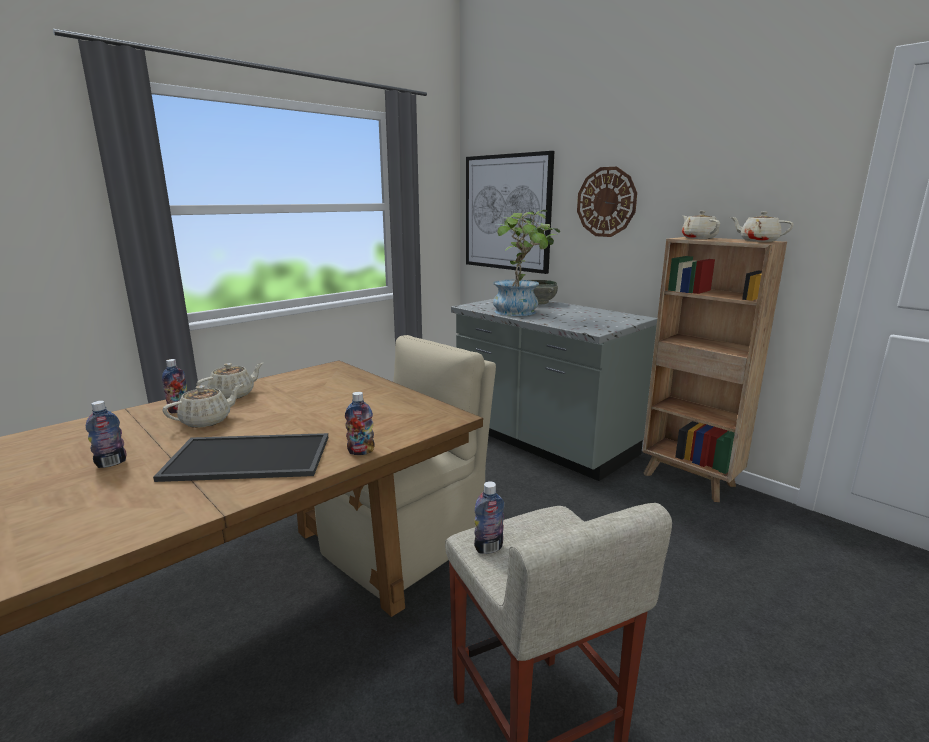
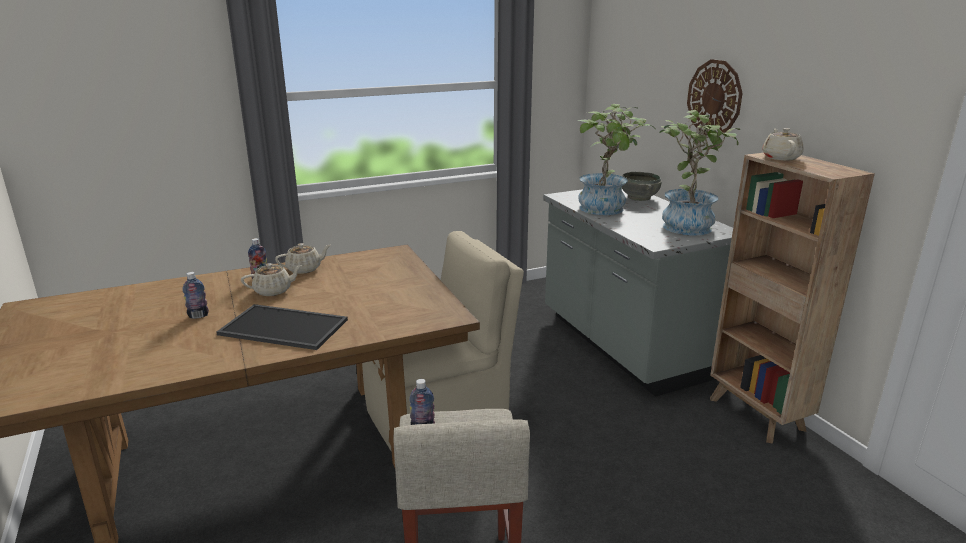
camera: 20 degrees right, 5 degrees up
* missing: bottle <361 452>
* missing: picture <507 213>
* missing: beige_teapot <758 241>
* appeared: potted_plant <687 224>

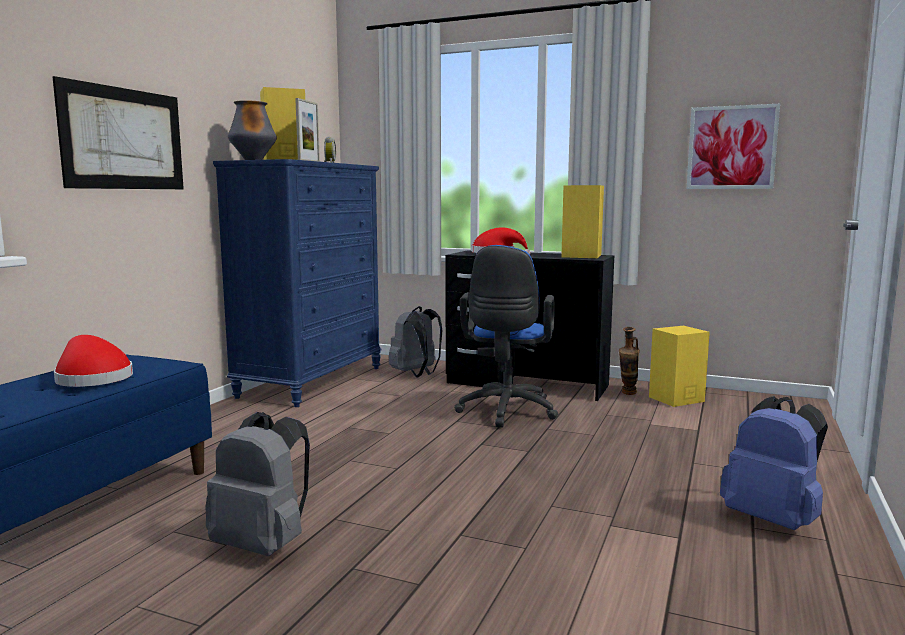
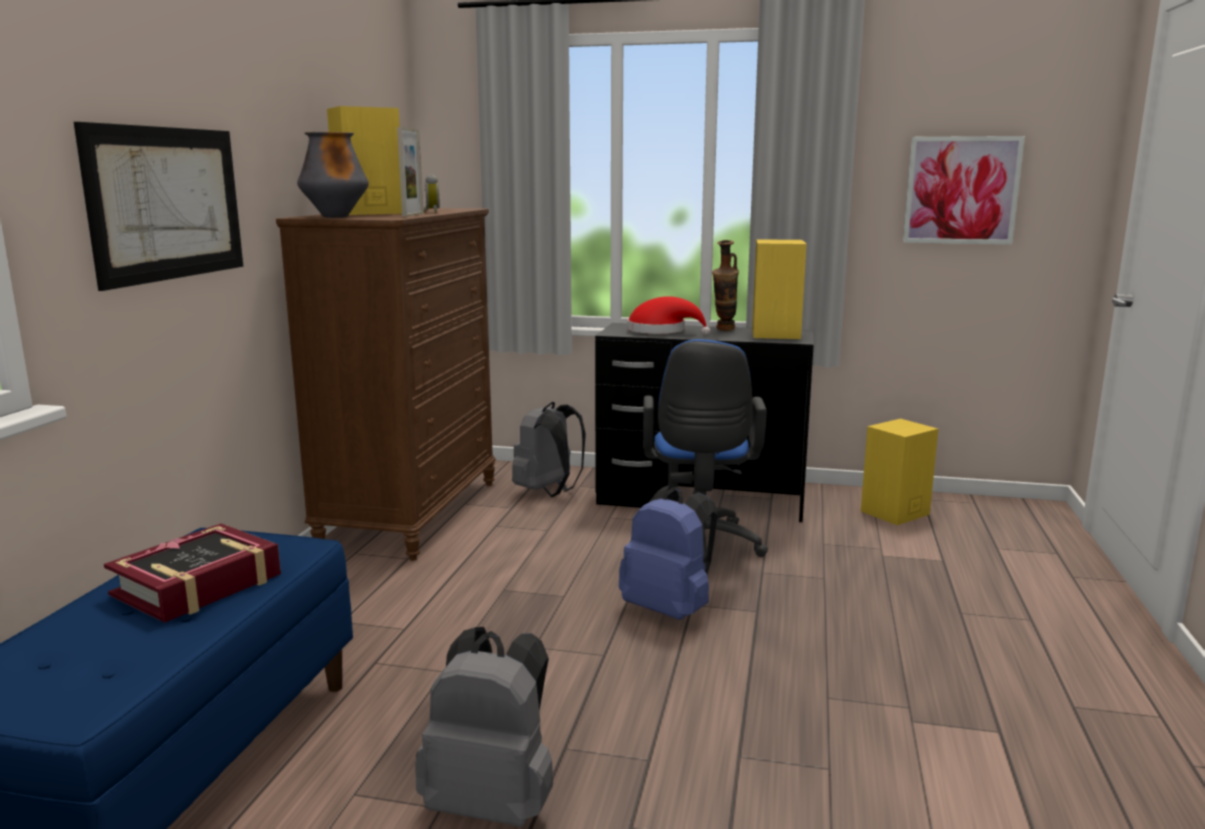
camera: 10 degrees left, 5 degrees up
* exchanged: red_hat <92 378> to book <198 585>
* colour: blue_dresser <311 381> to brown_dresser <411 514>
* relocated: vase <627 394> to <724 330>
* relocated: blue_backpack <772 520> to <670 609>

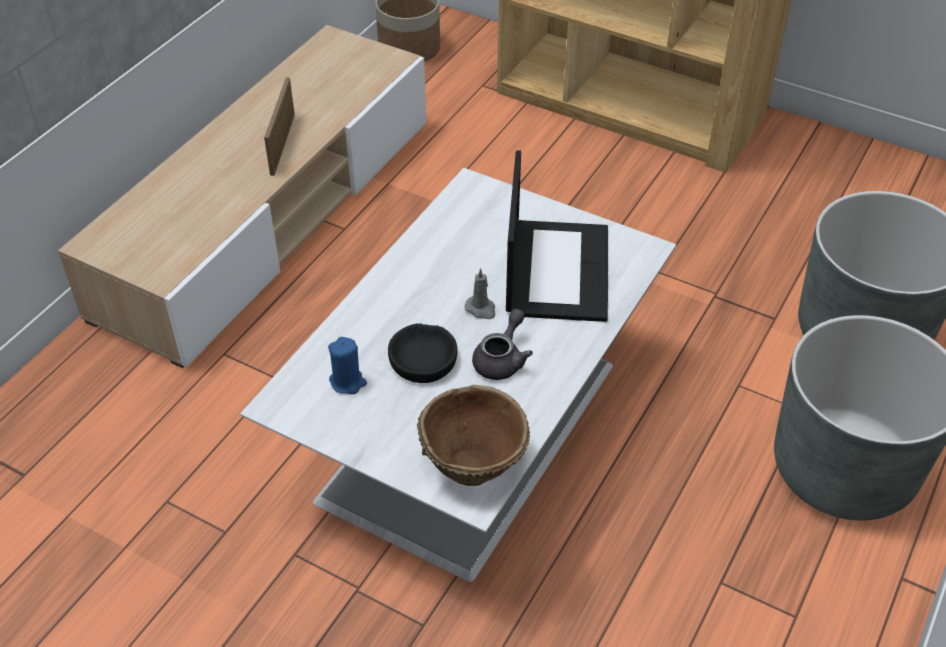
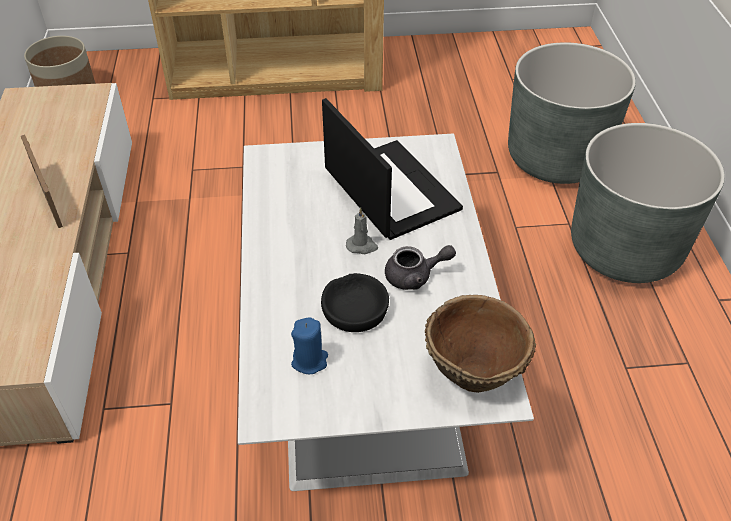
camera: 35 degrees left, 0 degrees up
* spun: grey_teapot <502 359> = <415 276> 90 degrees clockwise

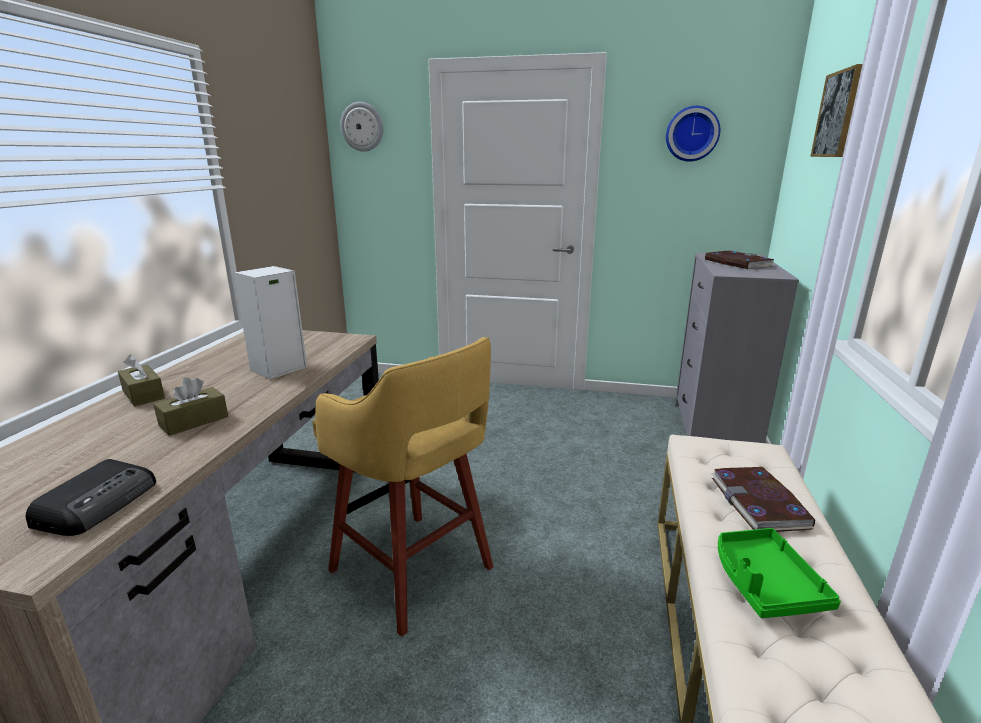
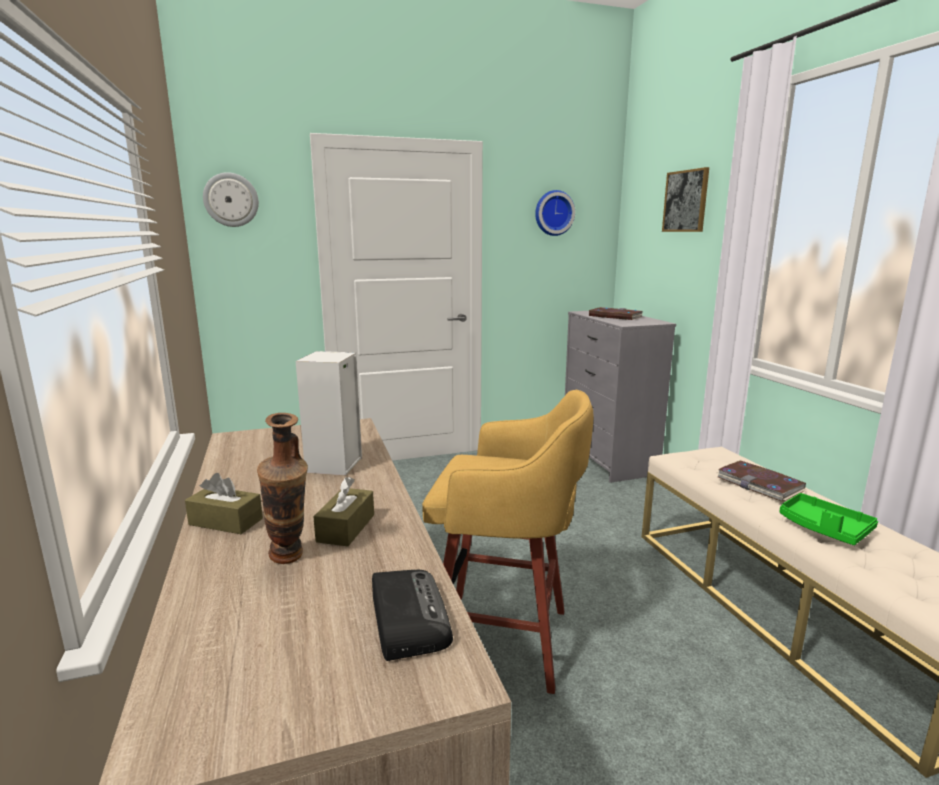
camera: 30 degrees left, 5 degrees down
* appeared: vase <290 561>

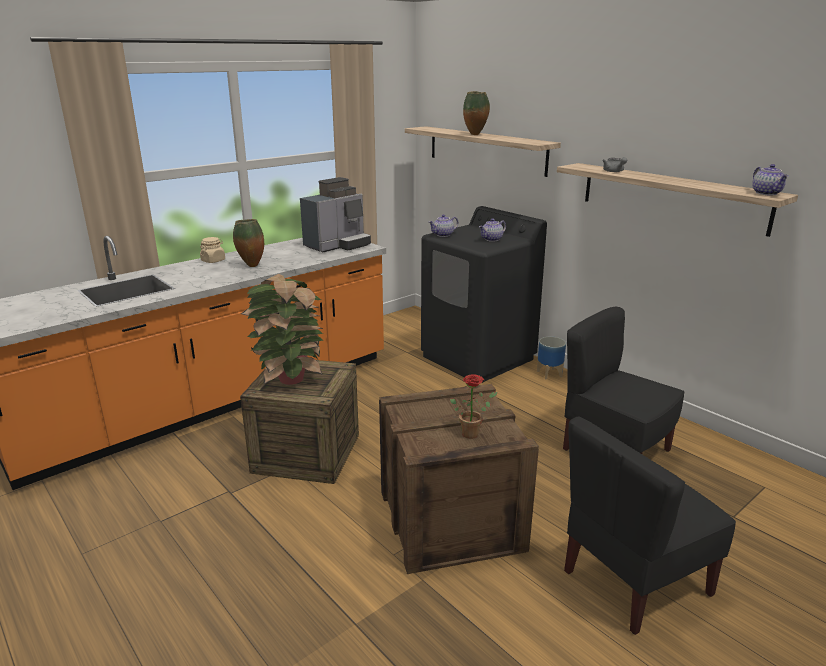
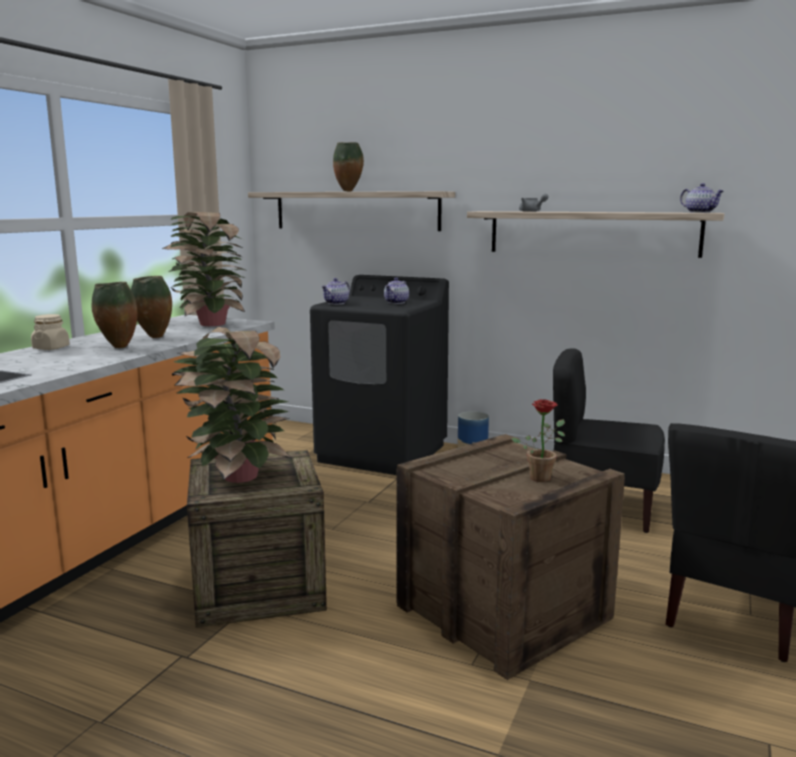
camera: 25 degrees left, 10 degrees down
* exchanged: coffee_machine <338 245> to potted_plant <210 324>
* appeared: vase <154 337>

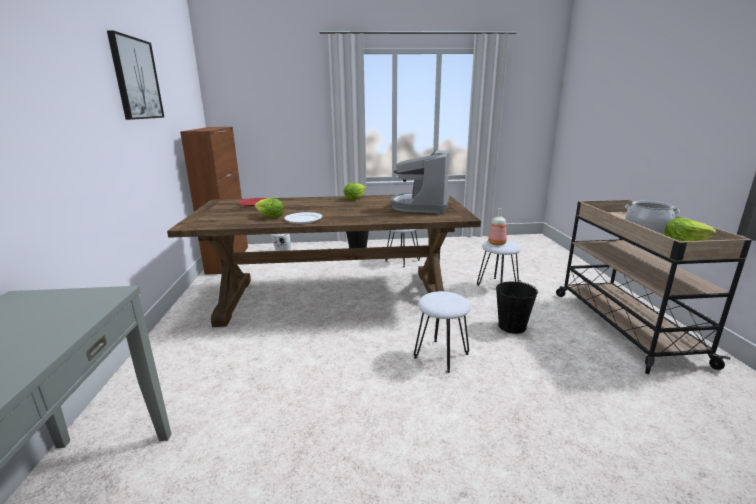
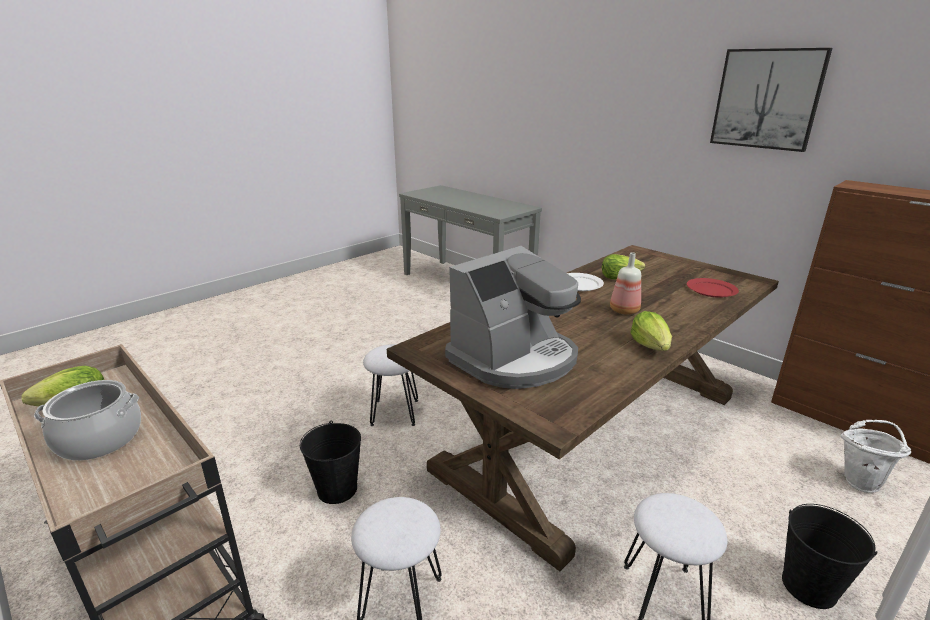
camera: 140 degrees right, 5 degrees up
* spun: coffee_machine <421 206> = <515 359> 75 degrees clockwise
* relocated: bottle <497 243> to <623 311>

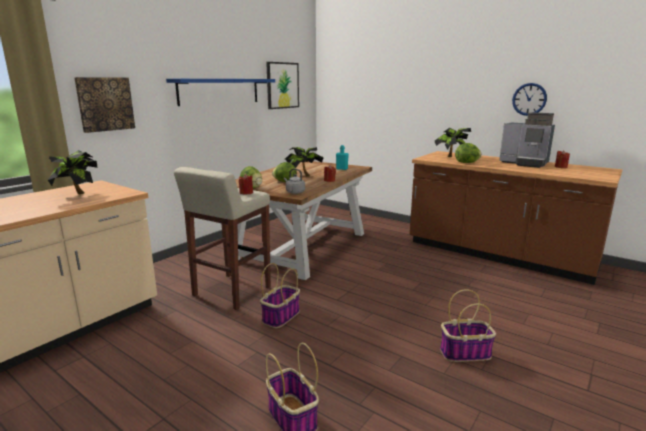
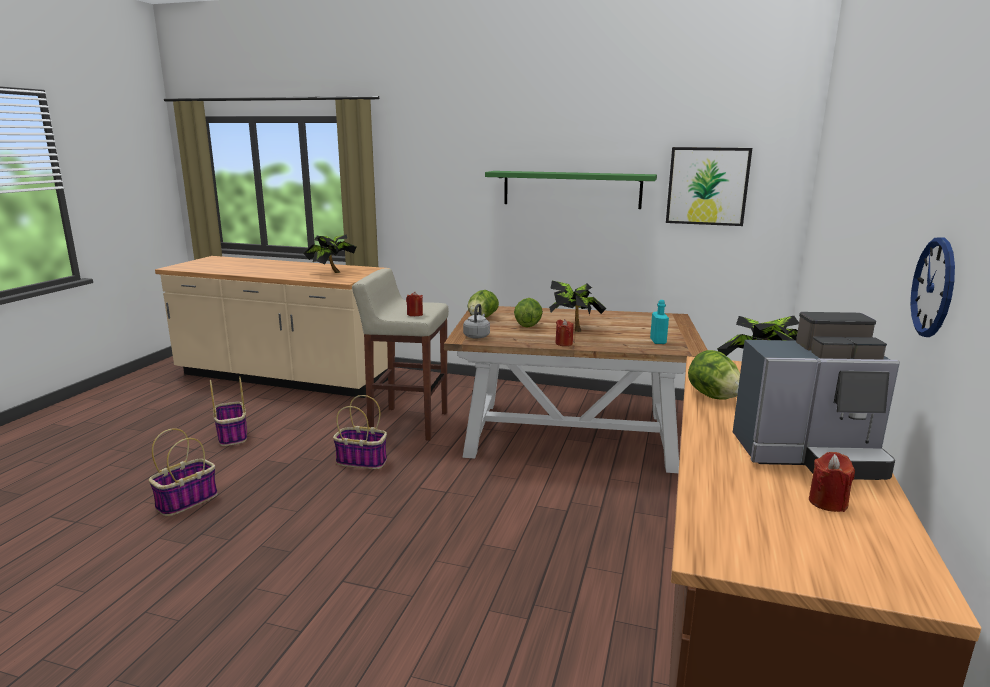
camera: 70 degrees right, 0 degrees up
* missing: picture <105 104>
* colour: blue_shelf <219 91> to green_shelf <571 189>
* relocated: basket <465 353> to <232 436>
* spun: coffee_machine <525 163> = <809 456> 105 degrees counterclockwise

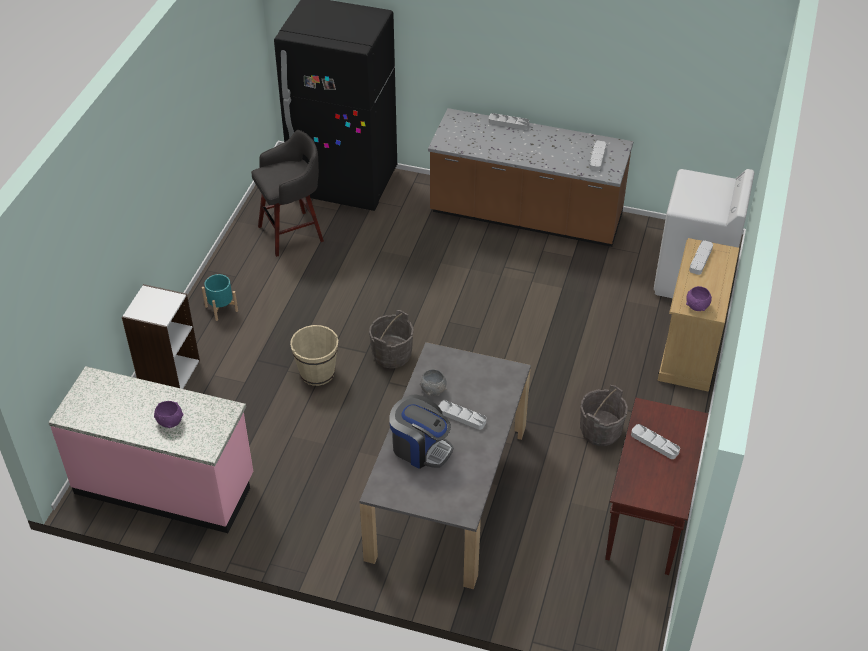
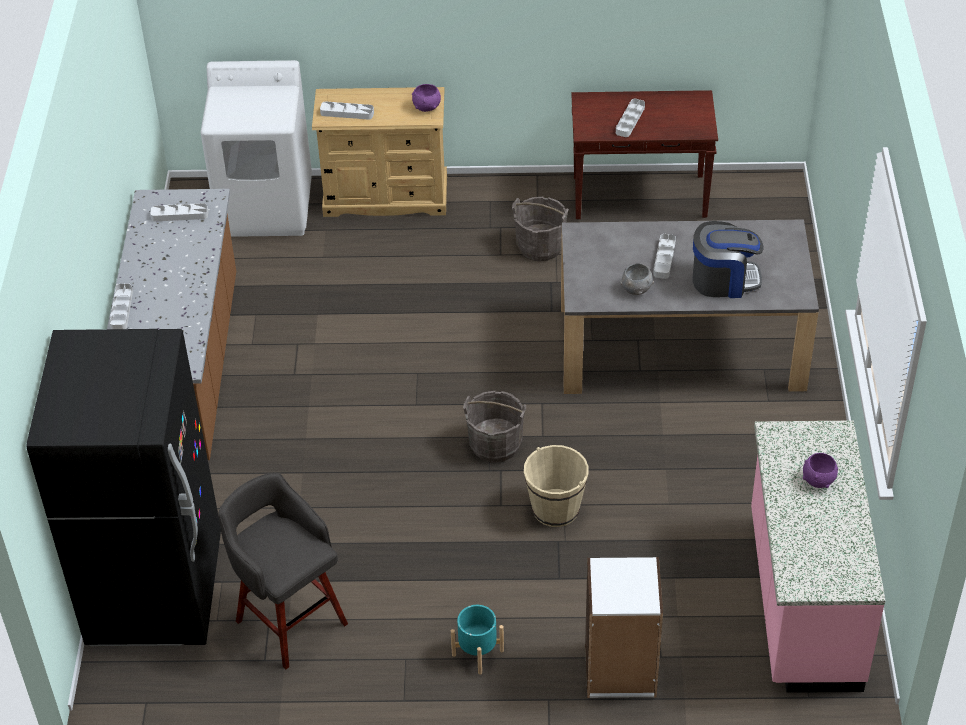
camera: 105 degrees left, 0 degrees up
* spun: coffee_machine <420 448> = <724 280> 75 degrees clockwise

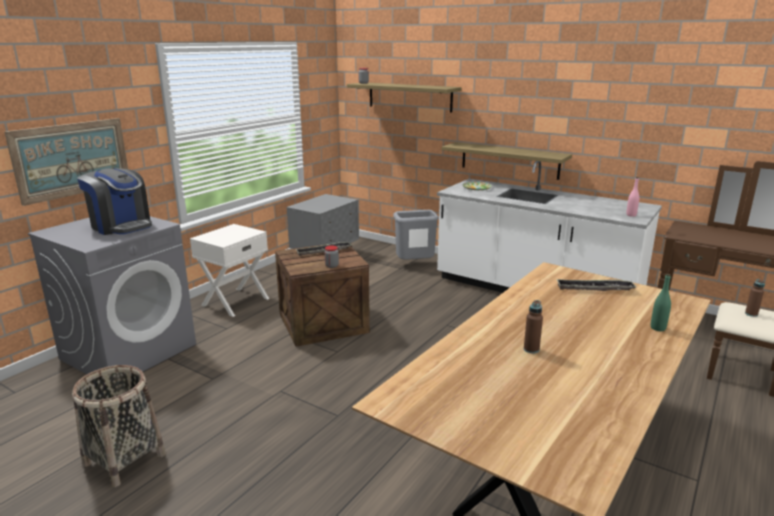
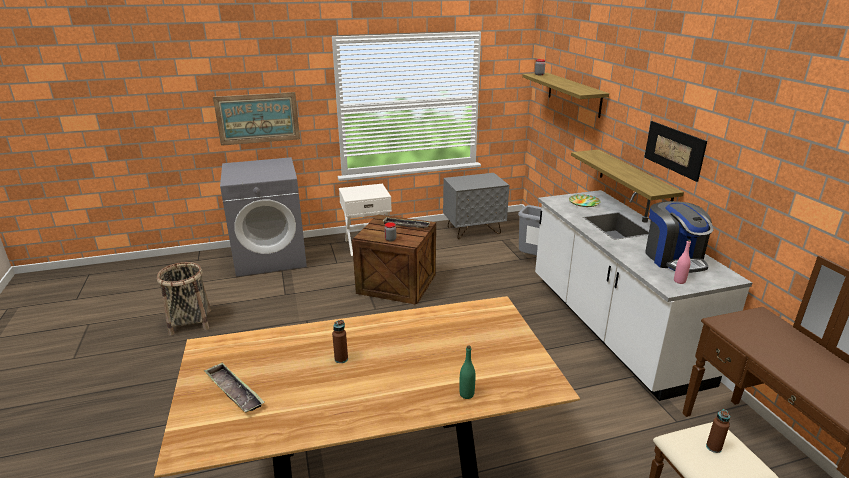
camera: 40 degrees right, 5 degrees up
* relocated: coffee_machine <121 226> to <673 259>
* relocated: tray <594 288> to <234 391>
* appeared: picture <674 149>

